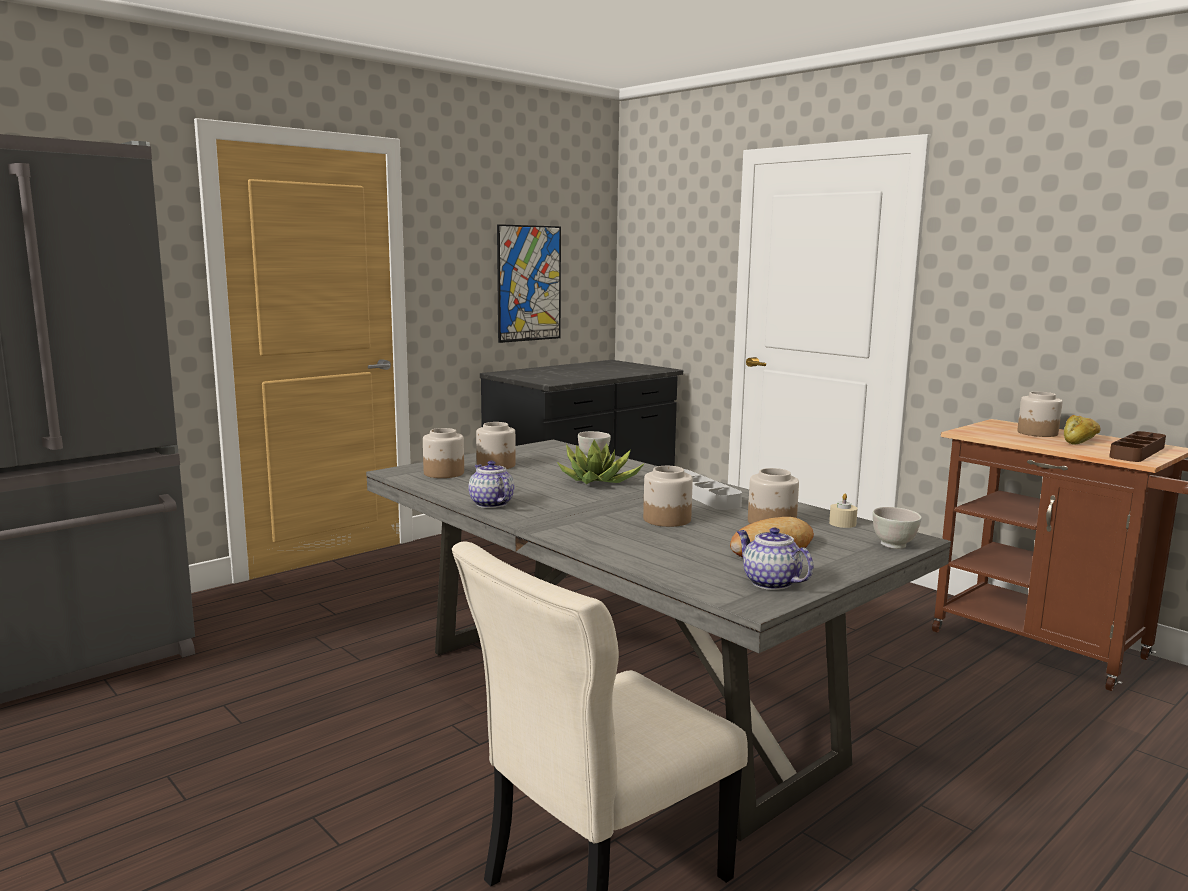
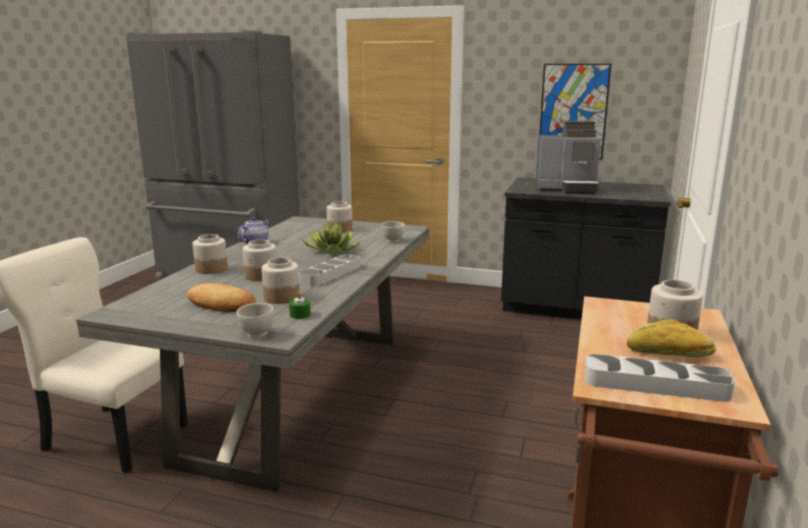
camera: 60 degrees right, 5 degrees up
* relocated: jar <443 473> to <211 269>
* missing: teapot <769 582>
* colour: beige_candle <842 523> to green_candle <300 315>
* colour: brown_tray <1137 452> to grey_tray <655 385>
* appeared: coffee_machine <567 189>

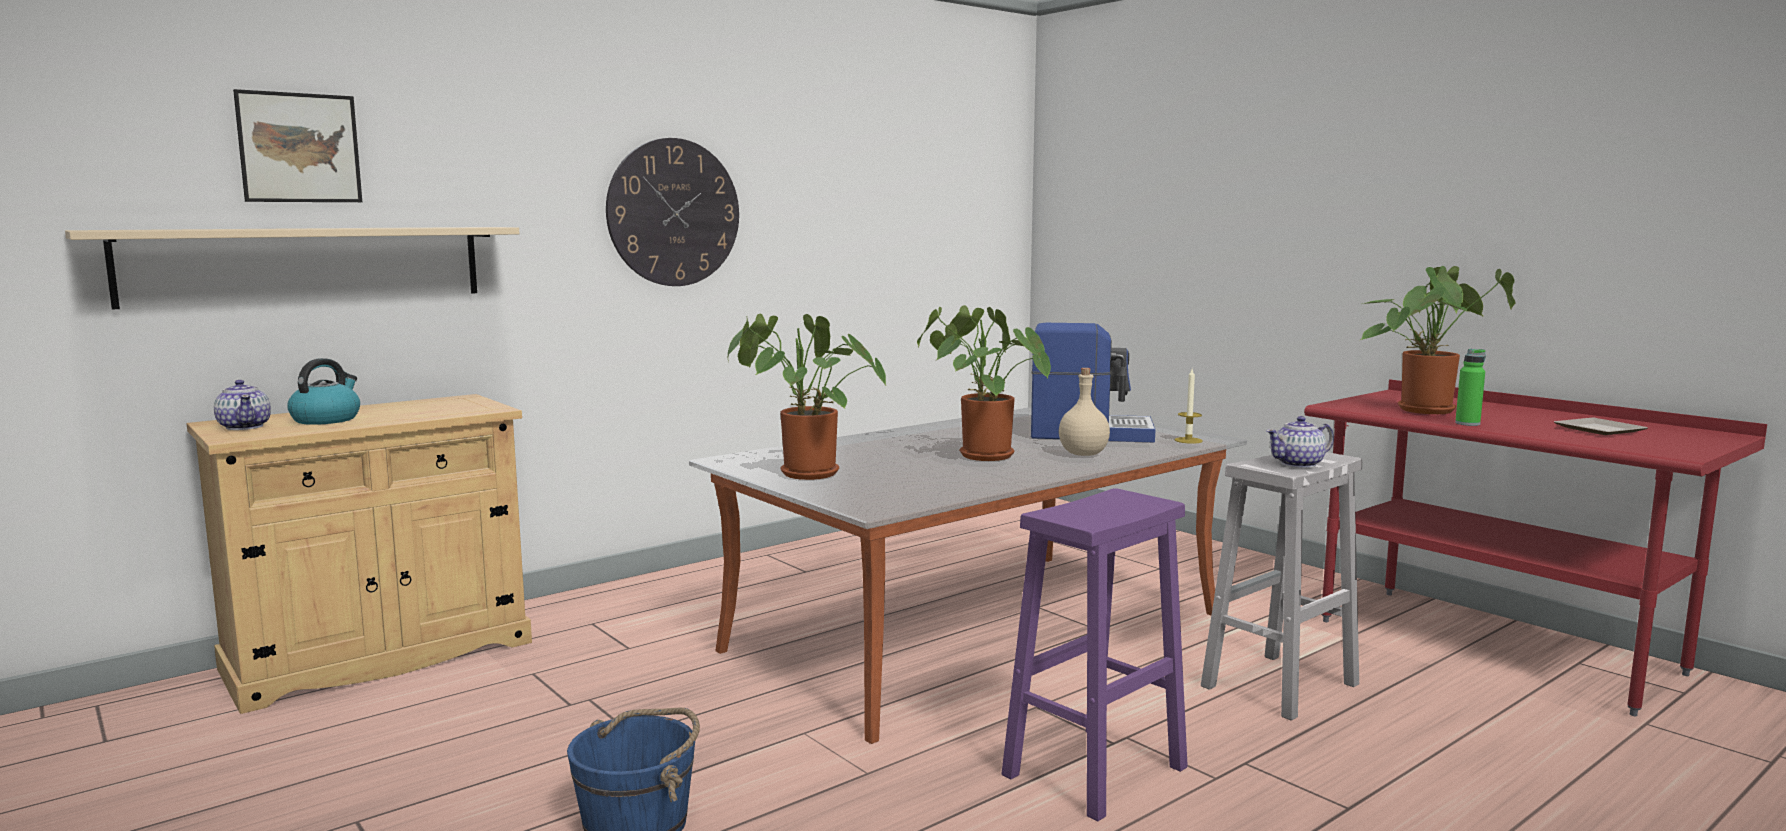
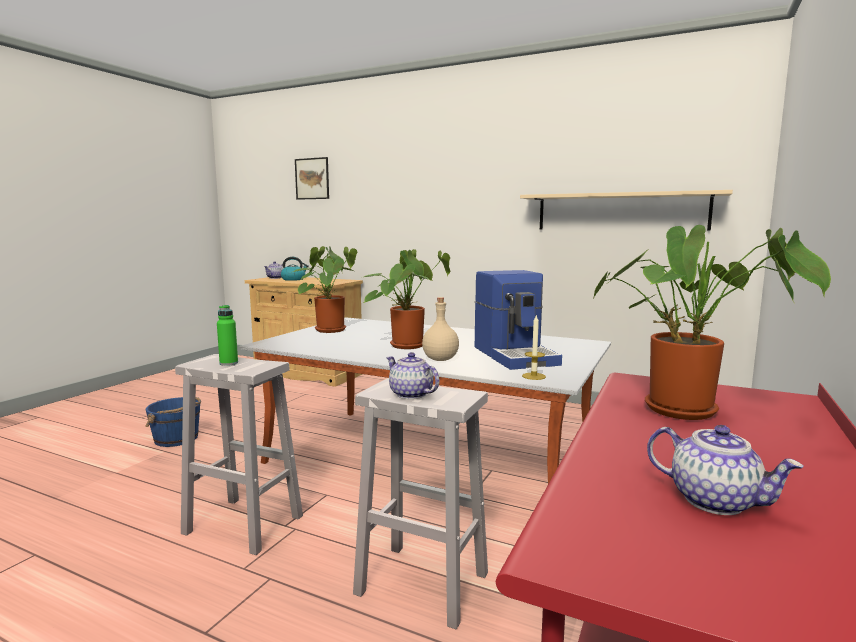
camera: 65 degrees right, 0 degrees up
* relocated: beige_shelf <307 264> to <620 212>
* missing: wall_clock <673 212>
* colour: purple_stool <1093 772> to white_stool <241 524>
* relocated: green_bottle <1467 423> to <228 363>
* exchanged: plate <1596 430> to teapot <715 501>

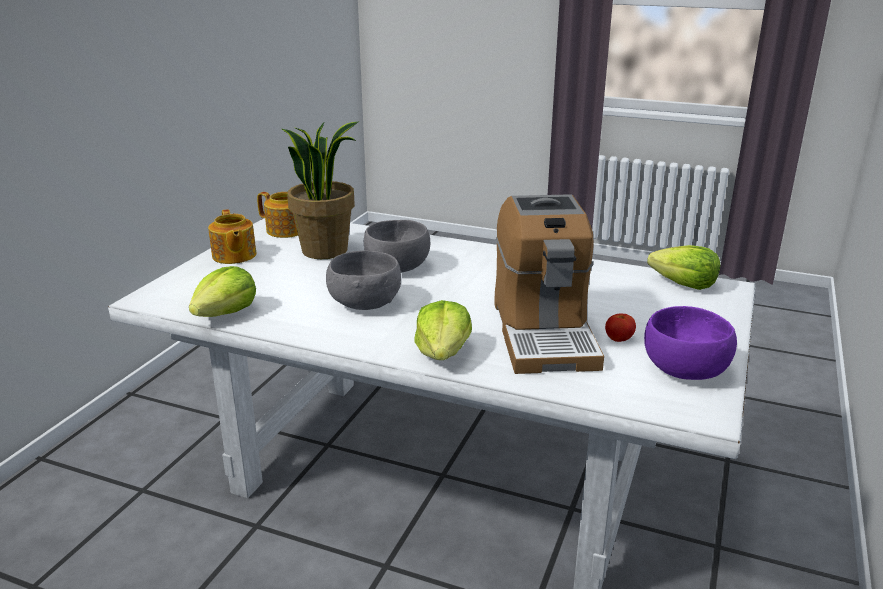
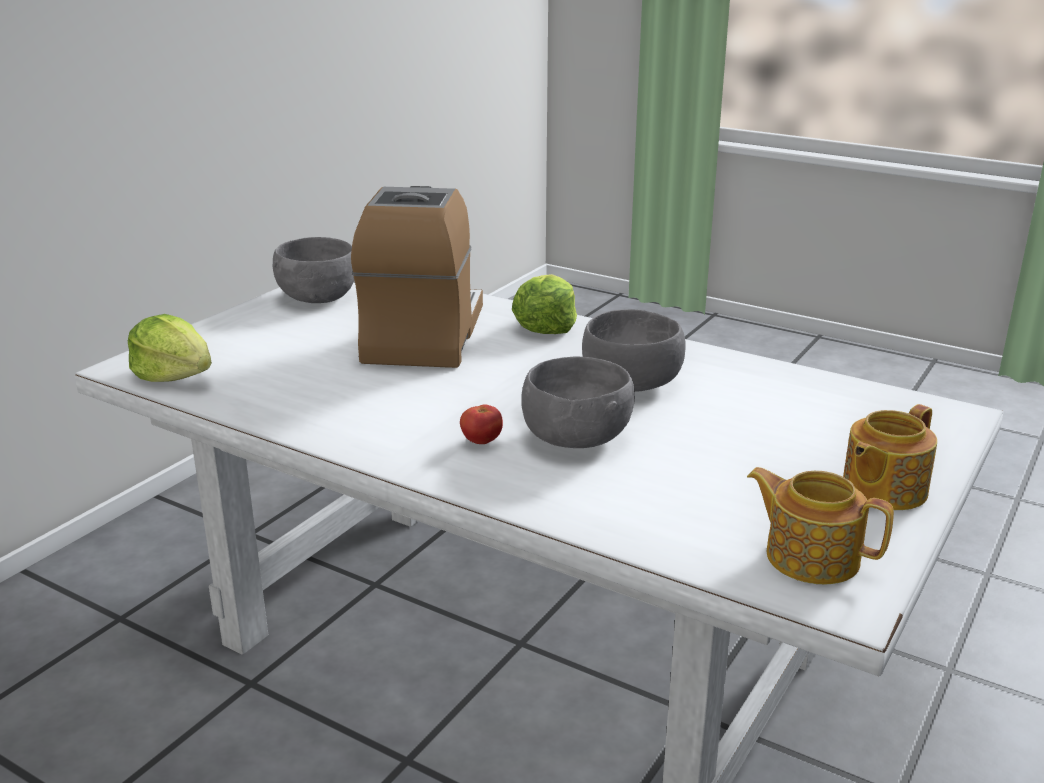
camera: 170 degrees left, 0 degrees up
* missing: lettuce <226 313>
* spun: teapot <234 256> = <882 489> 120 degrees counterclockwise
* missing: potted_plant <325 250>
* relocated: tomato <619 339> to <481 442>
* colour: purple_bowl <685 370> to grey_bowl <317 297>

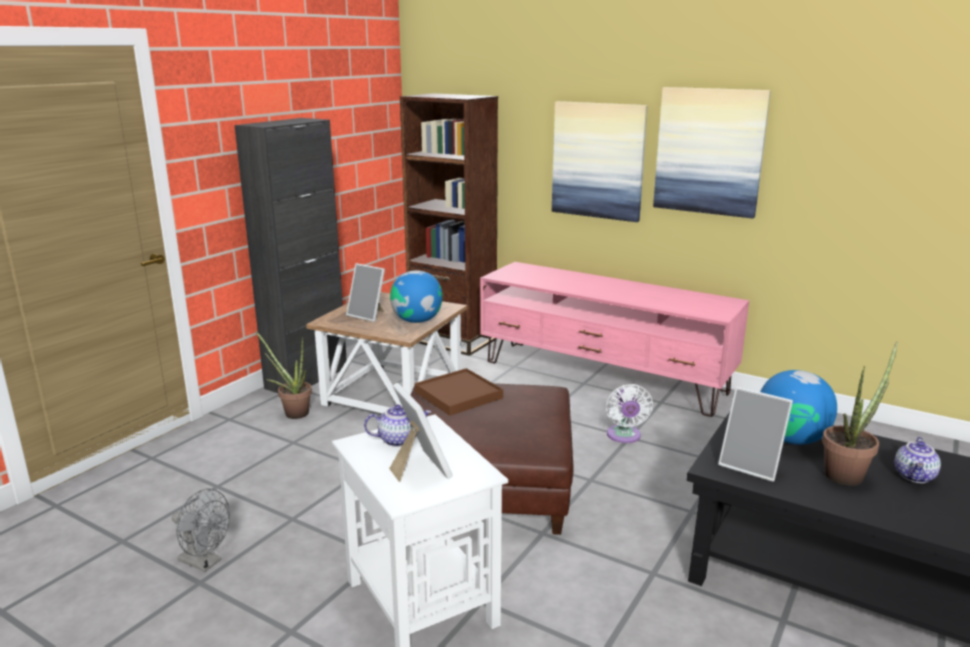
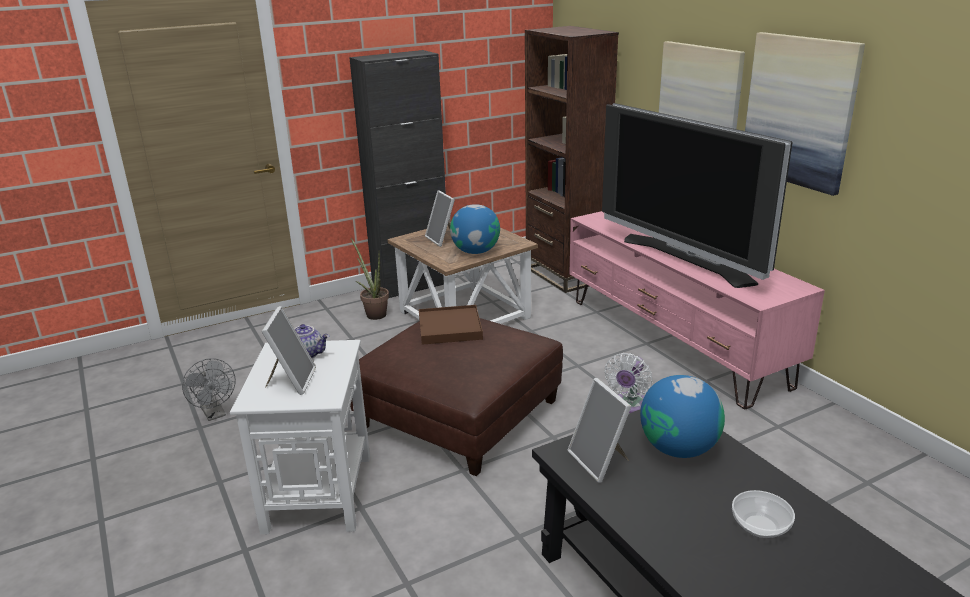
camera: 30 degrees right, 5 degrees up
* missing: potted_plant <848 473>
* exchanged: teapot <915 476> to bowl <761 526>
* appeared: television <686 260>

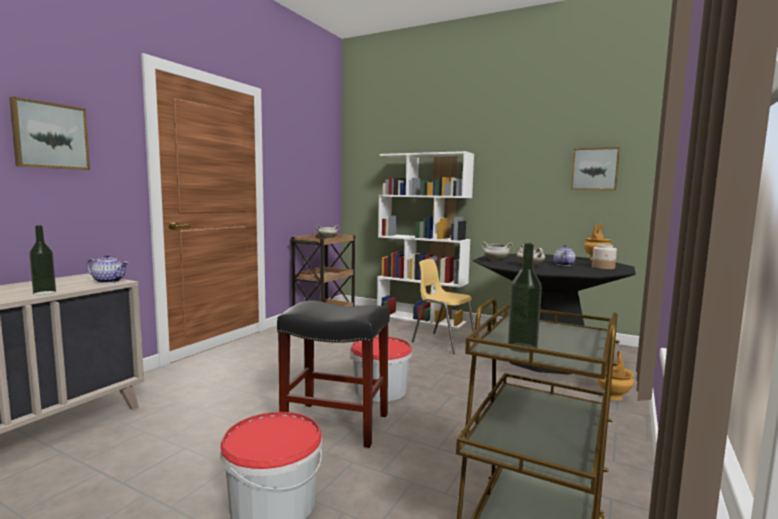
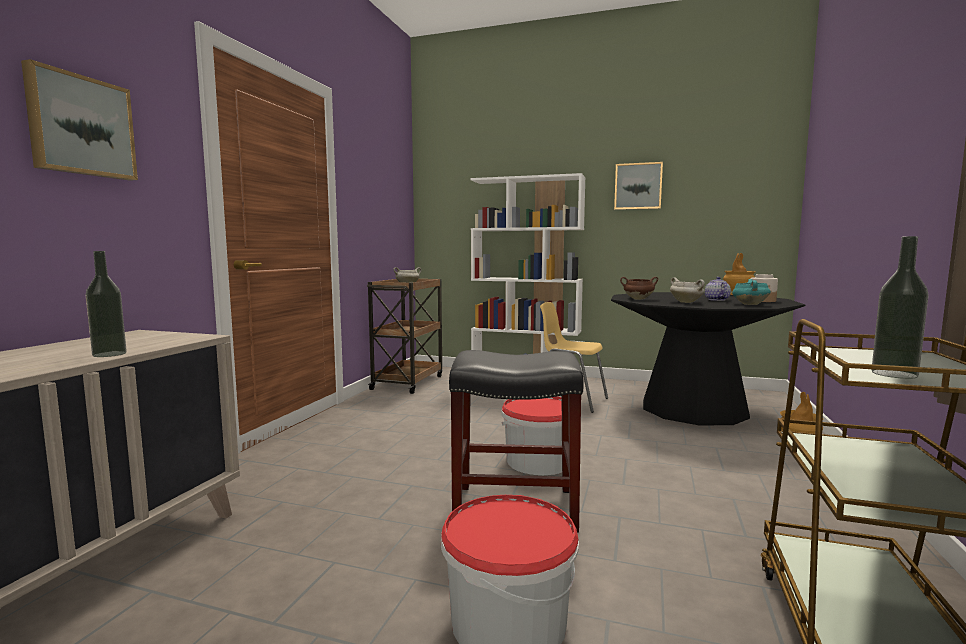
camera: 10 degrees left, 0 degrees up
* missing: teapot <109 281>
* colour: white_cooking_pot <495 261> to brown_cooking_pot <638 299>
* relocated: picture <594 169> to <638 186>
* appeared: turquoise_cooking_pot <749 304>

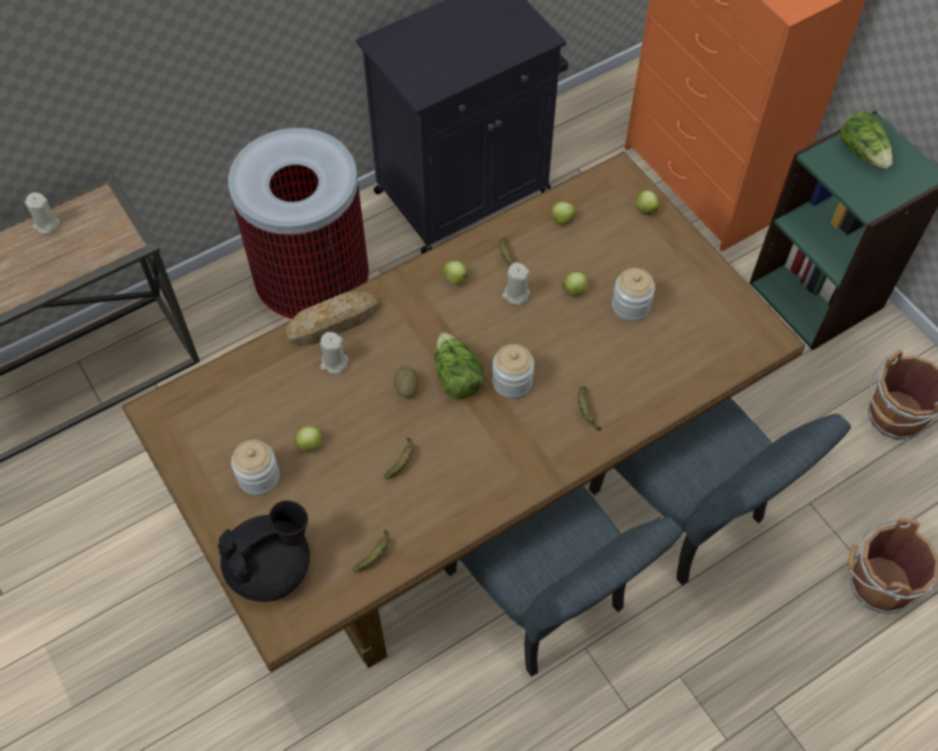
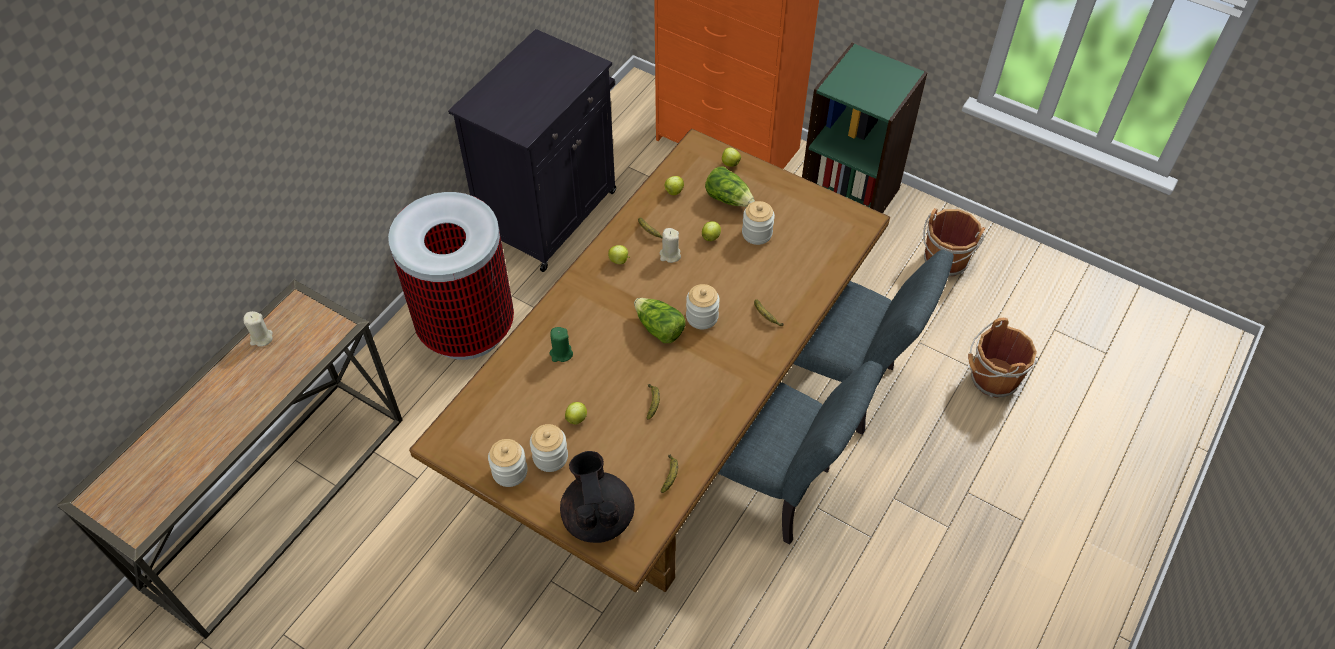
camera: 25 degrees left, 5 degrees down
* spun: black_teapot <271 567> = <597 516> 45 degrees counterclockwise
* missing: bread <333 322>
* colour: beige_candle <334 363> to green_candle <561 353>
* missing: potato <406 388>
* relocated: lettuce <863 152> to <728 198>
* appeared: jar <510 472>

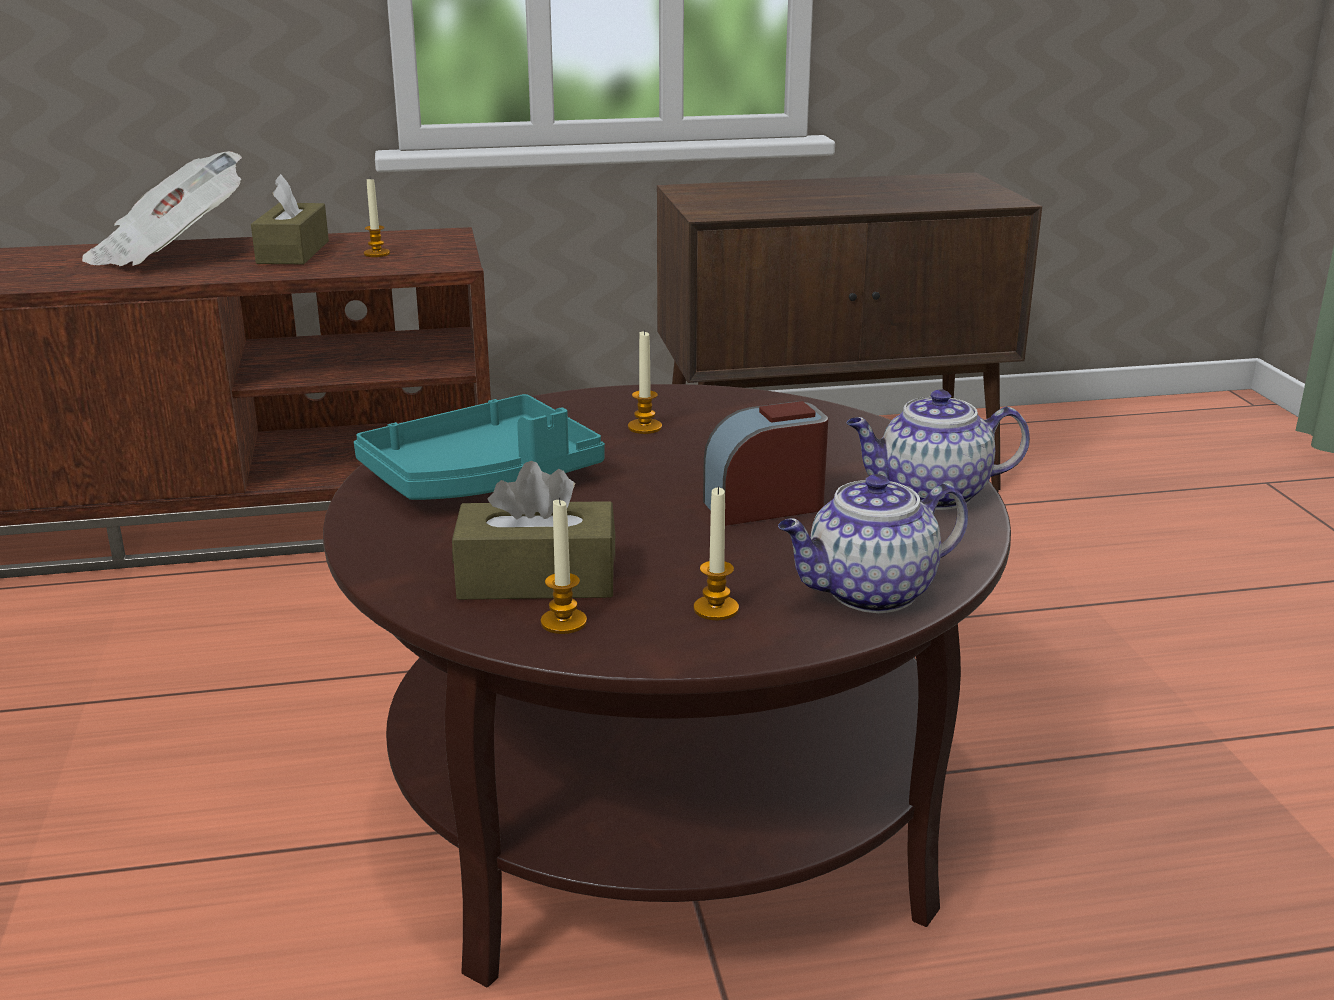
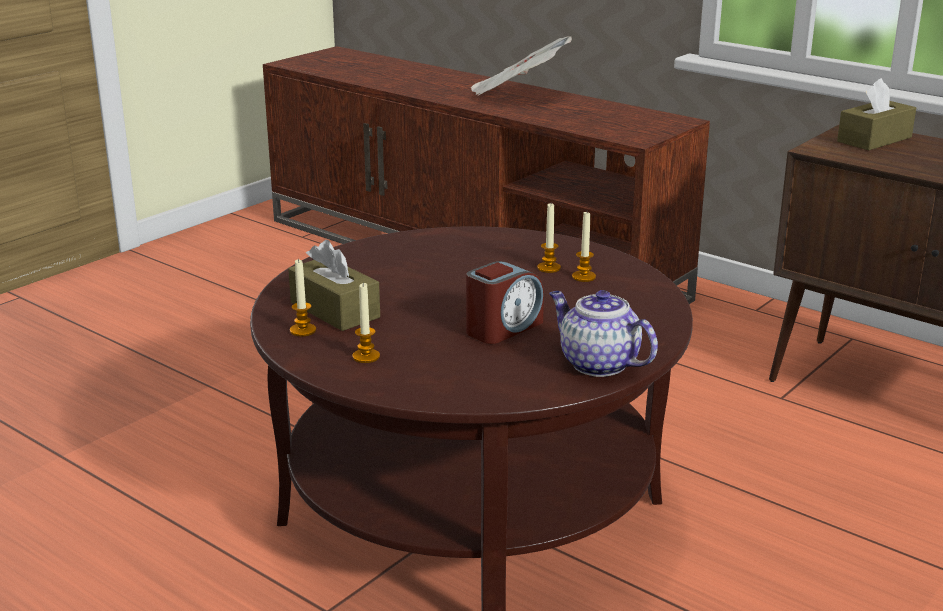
camera: 50 degrees right, 0 degrees up
* relocated: brown_tissue_box <293 252> to <874 139>
* missing: turquoise_tray <483 478>
* relocated: candle <377 254> to <583 277>
* spun: alarm_clock <764 505> = <503 328> 105 degrees clockwise
* missing: teapot <869 593>

